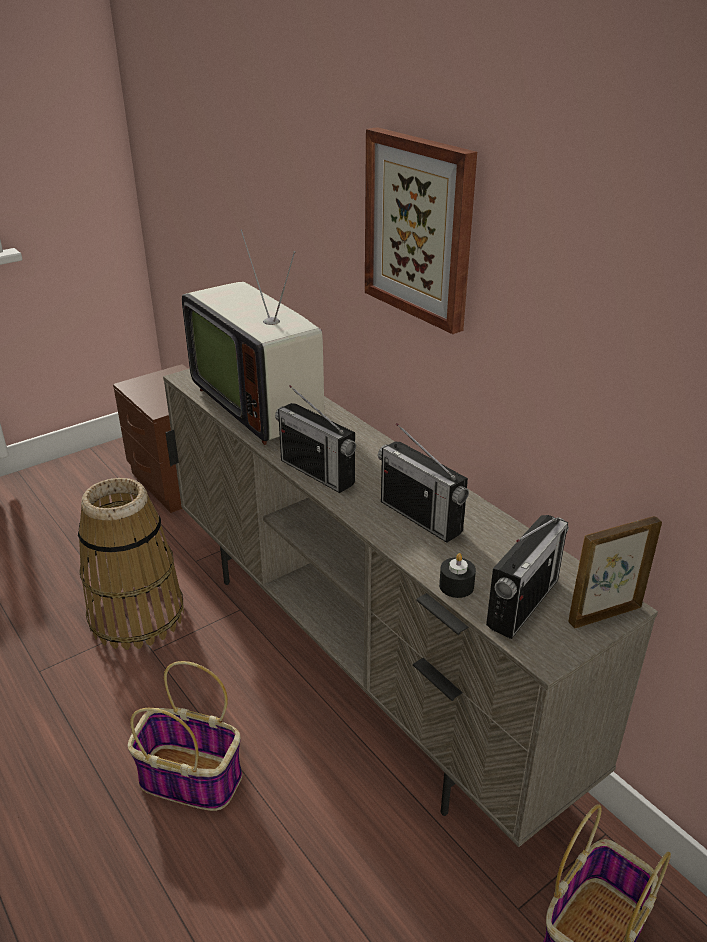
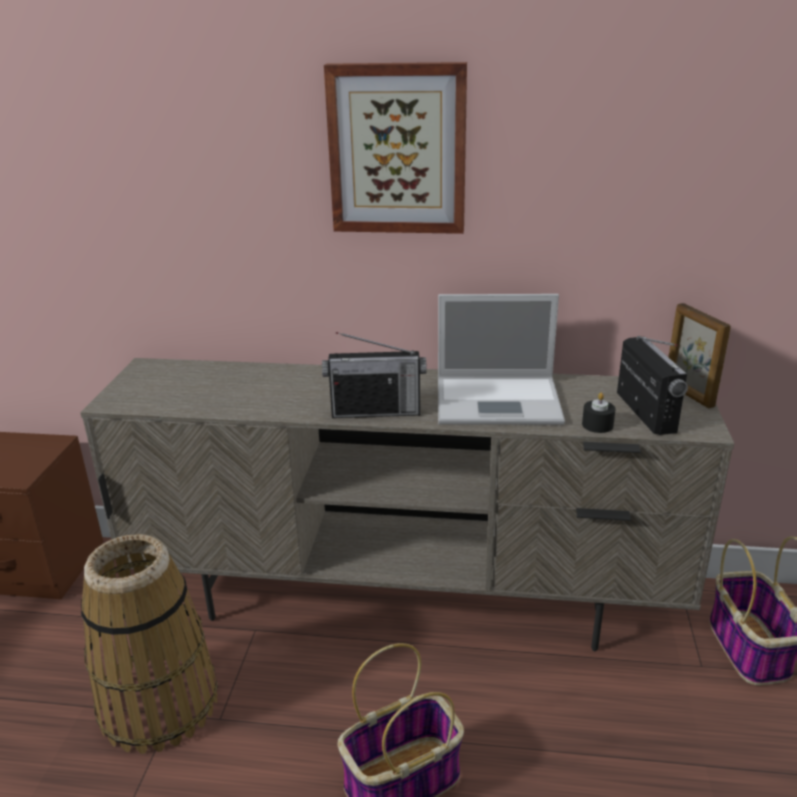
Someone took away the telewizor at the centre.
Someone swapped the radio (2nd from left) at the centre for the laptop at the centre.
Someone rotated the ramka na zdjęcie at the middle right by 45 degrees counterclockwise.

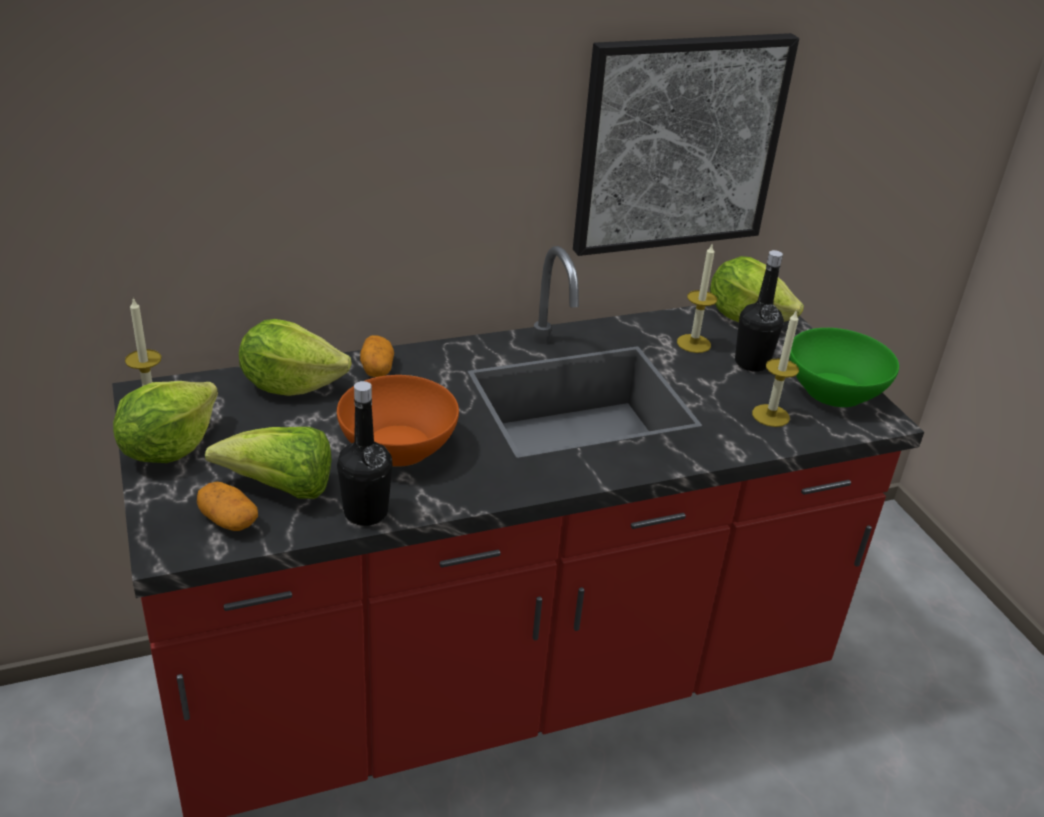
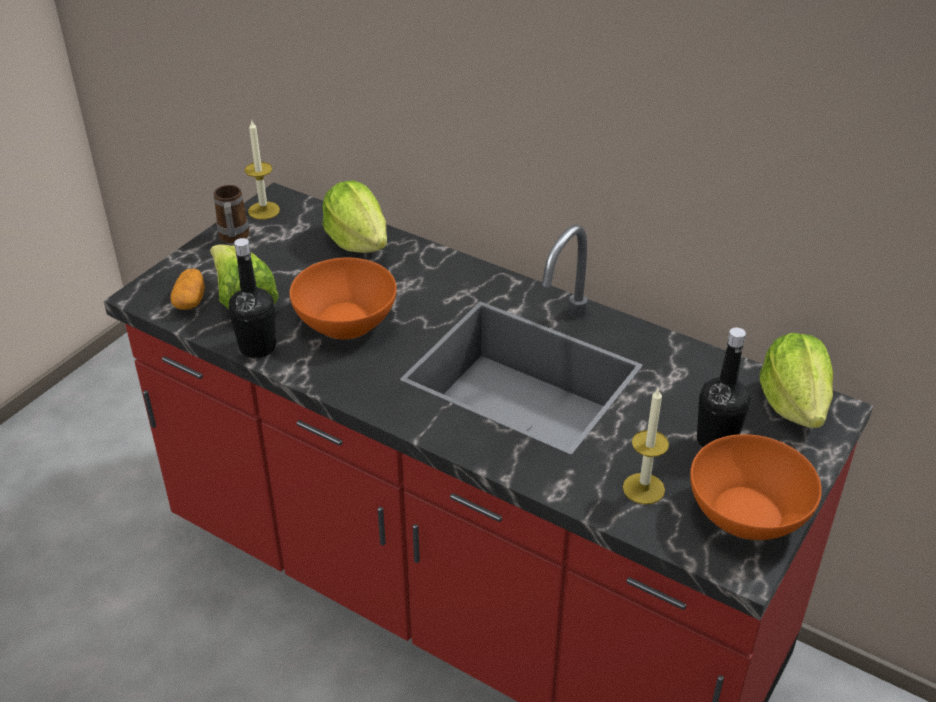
Someone took away the ziemniak (2nd from left) at the centre.
Someone took away the obraz at the top centre.
Someone took away the świeca (2nd from left) at the middle right.
Someone swapped the sałata (1st from left) at the middle left for the kubek at the top left.
Someone repainted the miska (zielony) at the middle right, which became the miska (pomarańczowy) (2nd from left) at the bottom right.

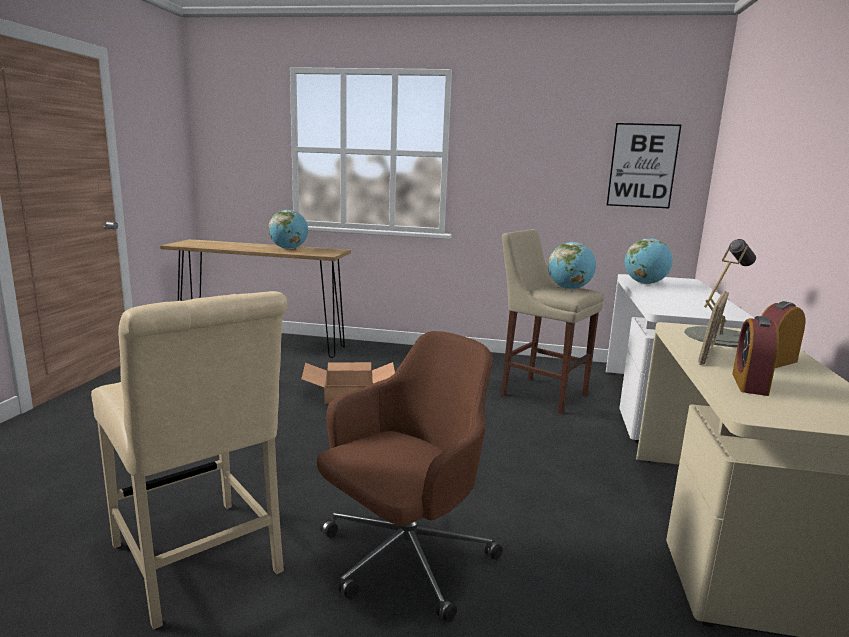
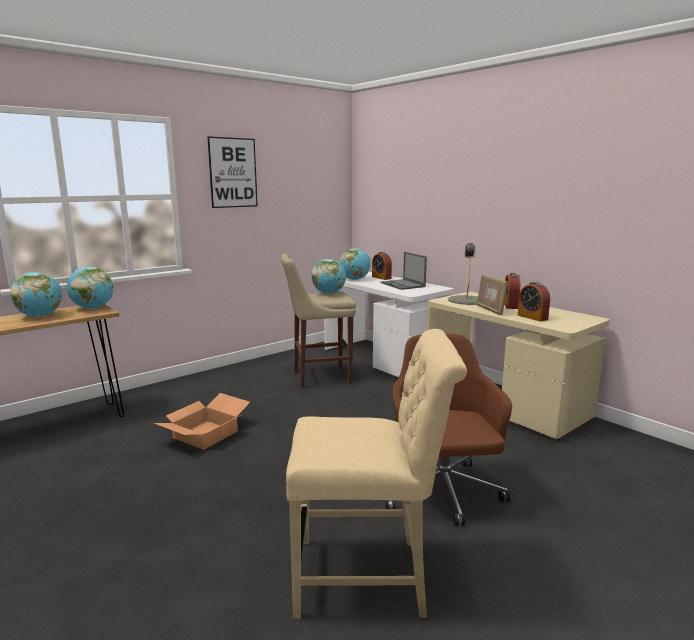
Someone put down the globus (2nd from left) at the middle left.
Someone put down the budzik (1st from left) at the centre.
Someone put down the laptop at the centre.
Someone carried the obraz from the top right to the top centre.

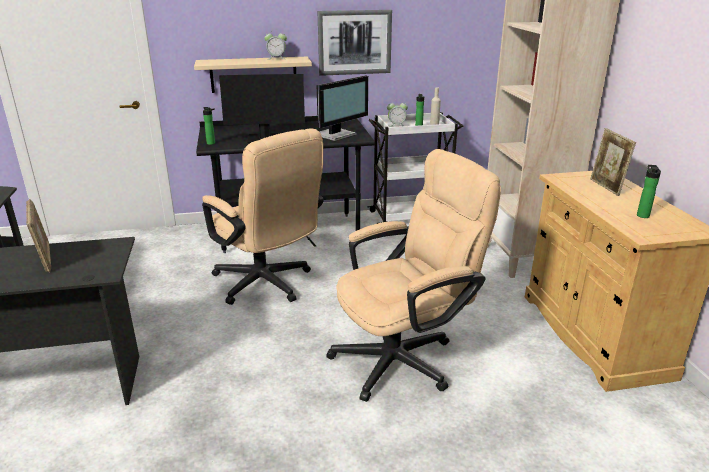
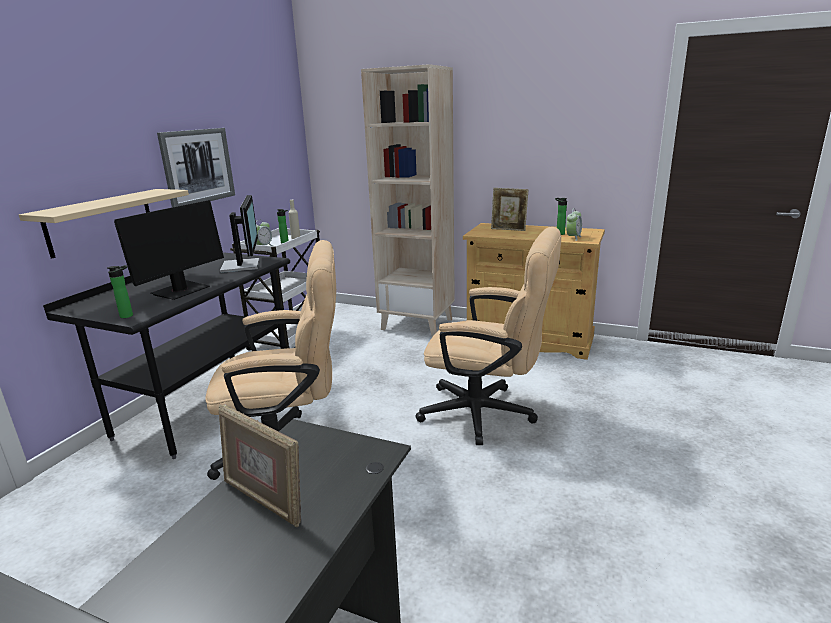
Someone carried the budzik (1st from left in the first image) from the top centre to the middle right.
Someone rotated the ramka na zdjęcie (1st from left) at the middle left by 150 degrees counterclockwise.
Someone rotated the krzesło biurowe (beżowy) (2nd from left) at the centre by 105 degrees clockwise.

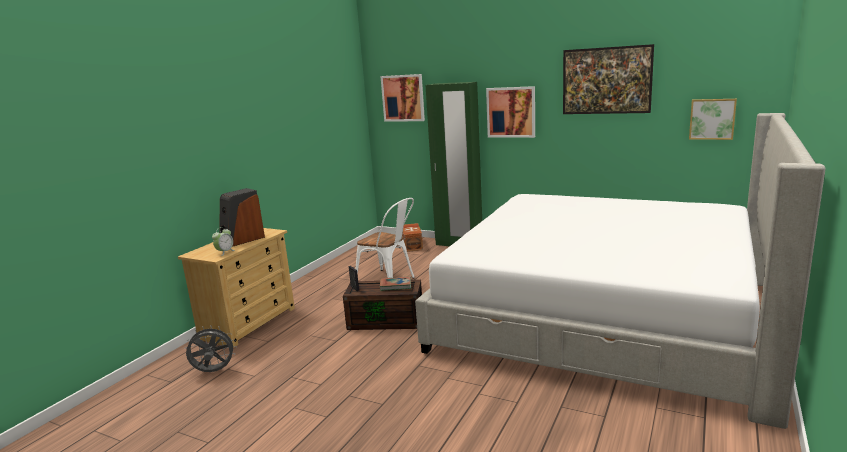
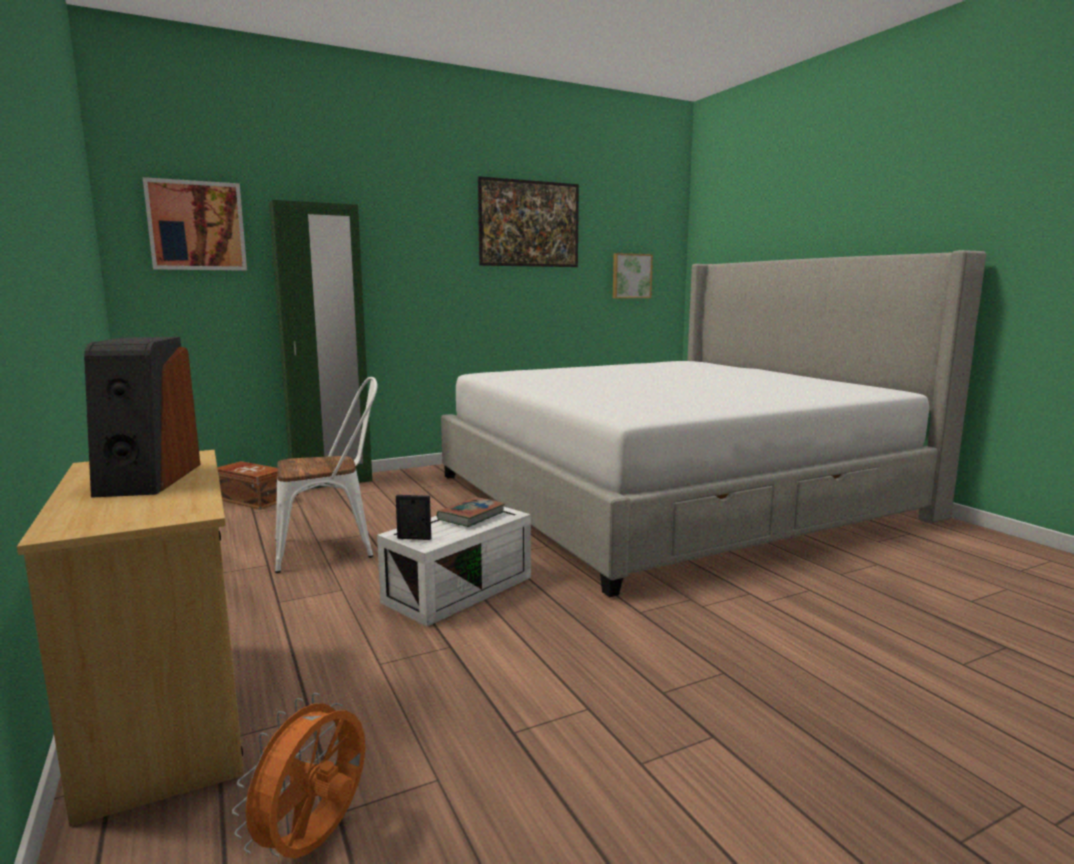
Someone took away the budzik at the middle left.
Someone took away the obraz (2nd from left) at the top centre.
Someone repainted the wentylator (szary) at the bottom left, which became the wentylator (pomarańczowy) at the bottom left.
Someone repainted the pojemnik do przechowywania (brązowy) (1st from left) at the bottom centre, which became the pojemnik do przechowywania (biały) at the centre.

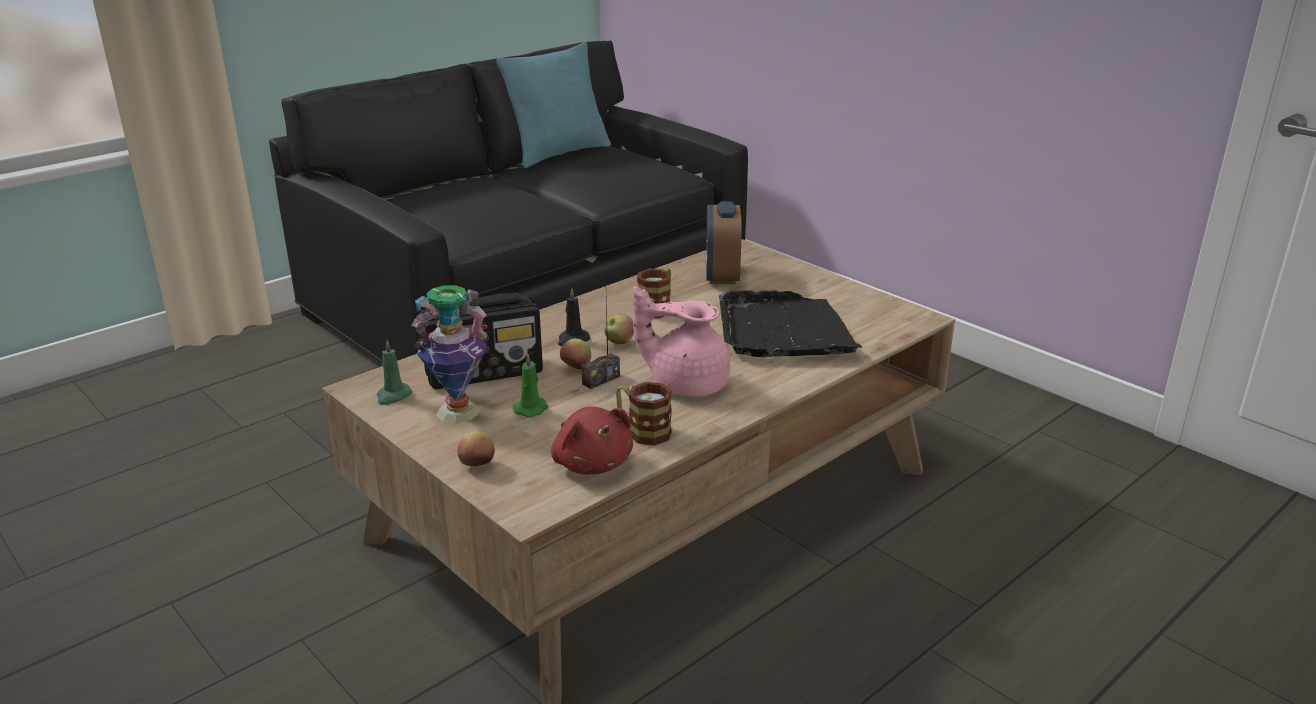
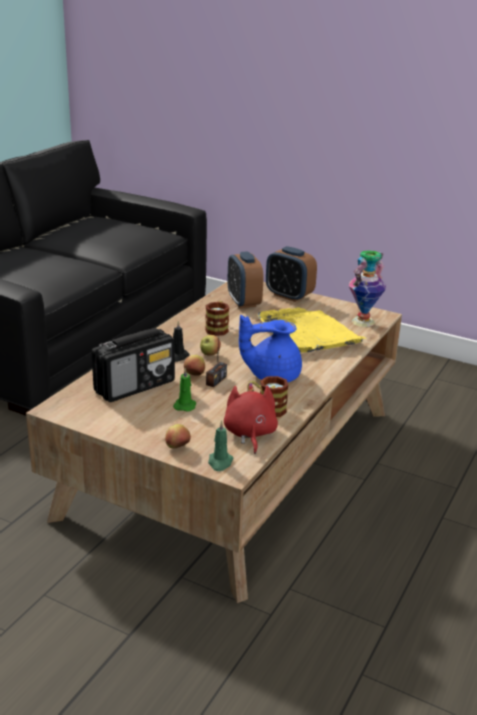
Someone took away the poduszka (turkusowy) at the top centre.
Someone put down the budzik (2nd from left) at the centre.
Someone carried the świeca (zielony) (1st from left in the first image) from the middle left to the centre.
Someone carried the wazon from the centre to the middle right.
Someone repainted the imbryk (różowy) at the centre, which became the imbryk (niebieski) at the centre.
Someone repainted the taca (czarny) at the centre, which became the taca (żółty) at the centre.
Someone rotated the pluszak (czerwony) at the centre by 135 degrees counterclockwise.

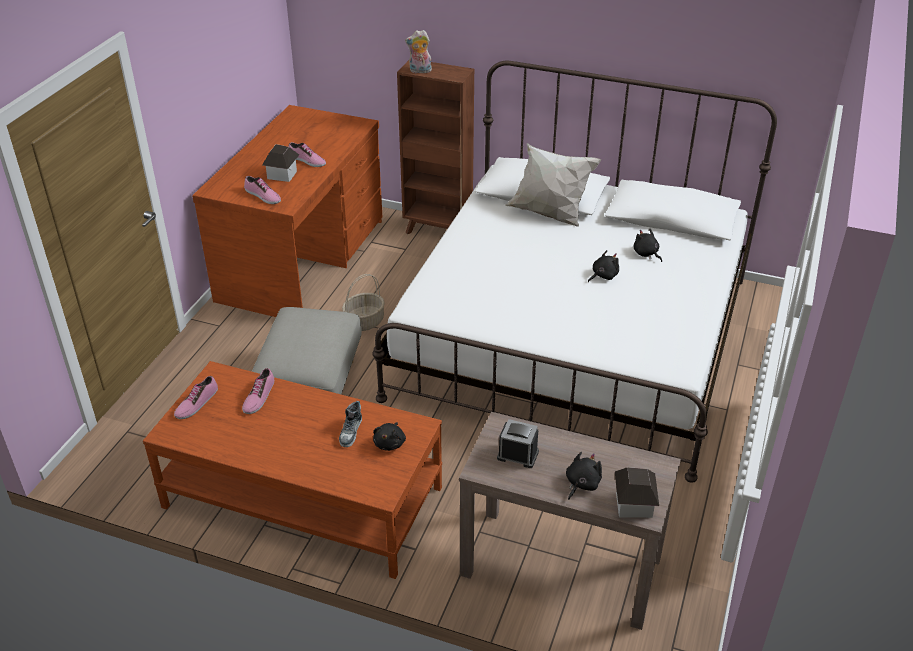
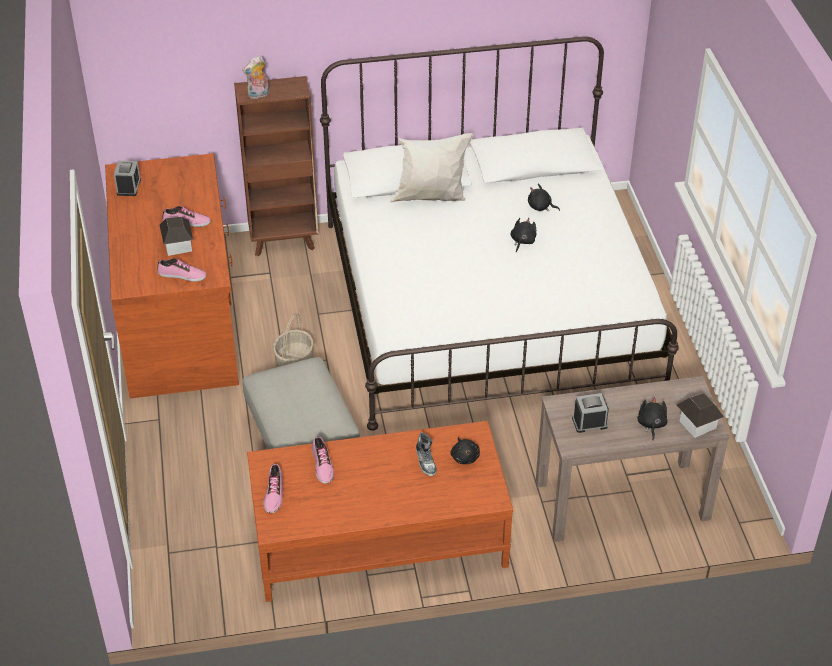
Someone put down the budzik (1st from left) at the top left.

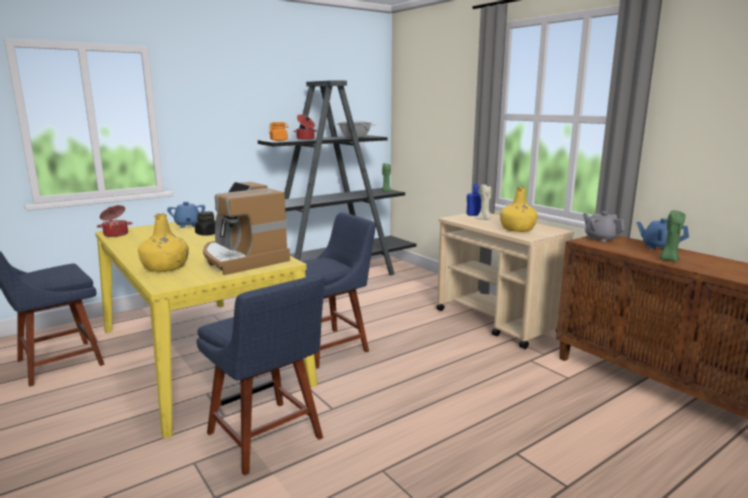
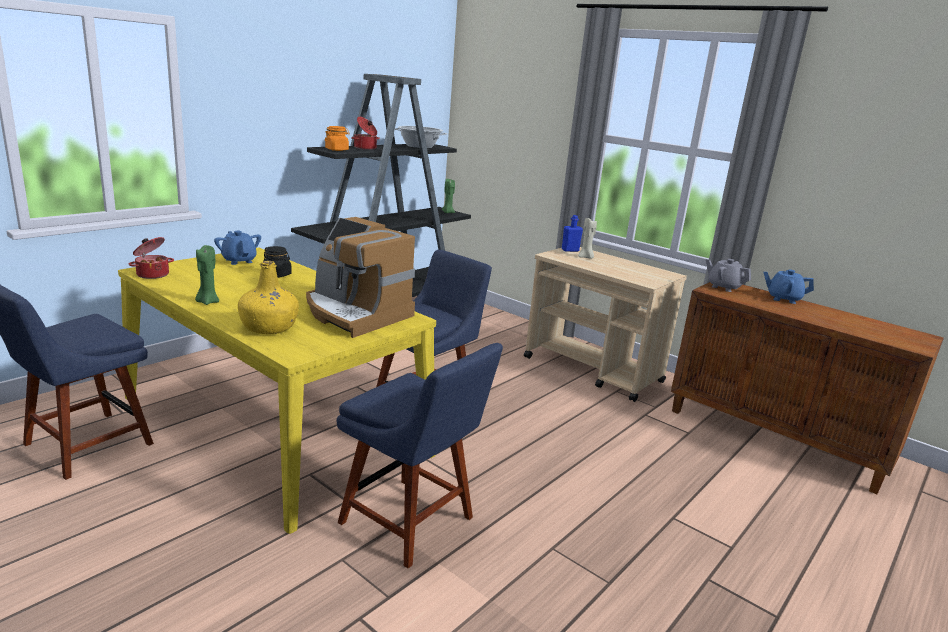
Someone took away the butelka (żółty) (2nd from left) at the middle right.
Someone carried the świeca (zielony) (2nd from left in the first image) from the middle right to the middle left.

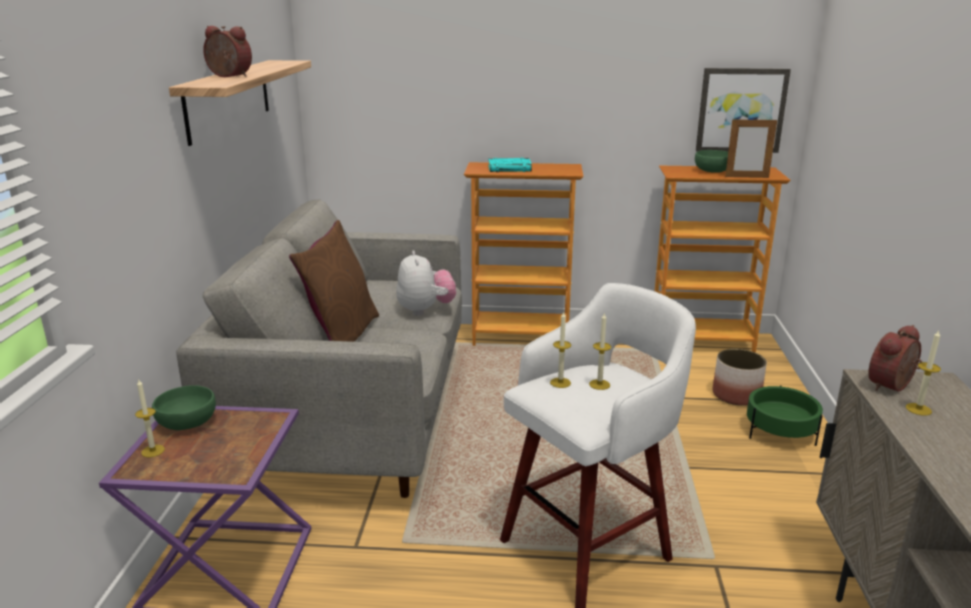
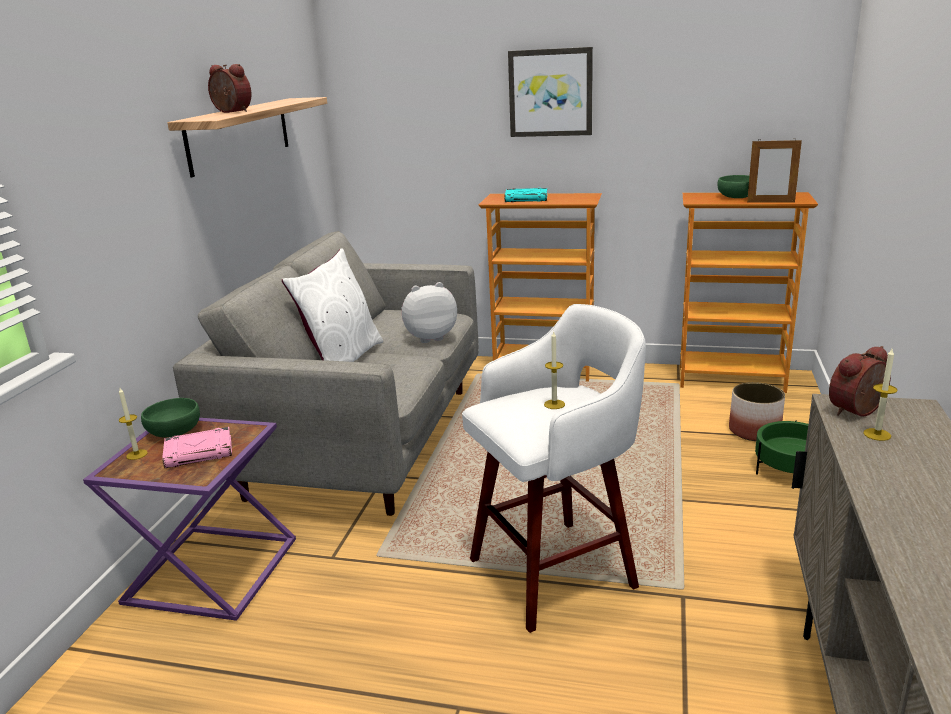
Someone took away the świeca (2nd from left) at the centre.
Someone put down the książka (różowy) at the middle left.
Someone carried the obraz from the top right to the top centre.
Someone repainted the poduszka (brązowy) at the centre, which became the poduszka (biały) at the centre.
Someone rotated the pluszak at the centre by 105 degrees counterclockwise.

